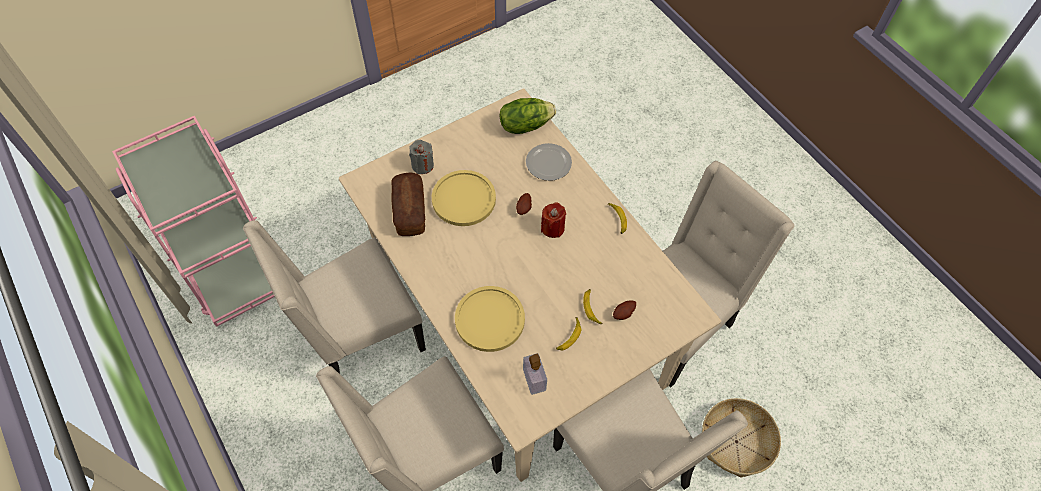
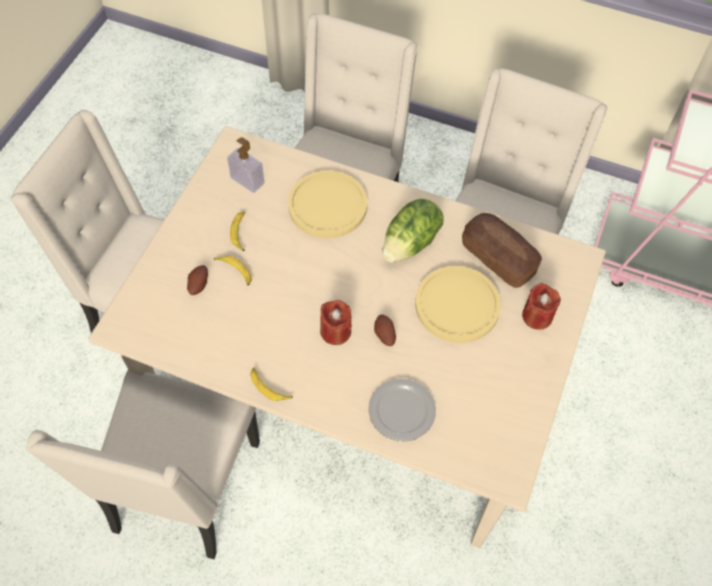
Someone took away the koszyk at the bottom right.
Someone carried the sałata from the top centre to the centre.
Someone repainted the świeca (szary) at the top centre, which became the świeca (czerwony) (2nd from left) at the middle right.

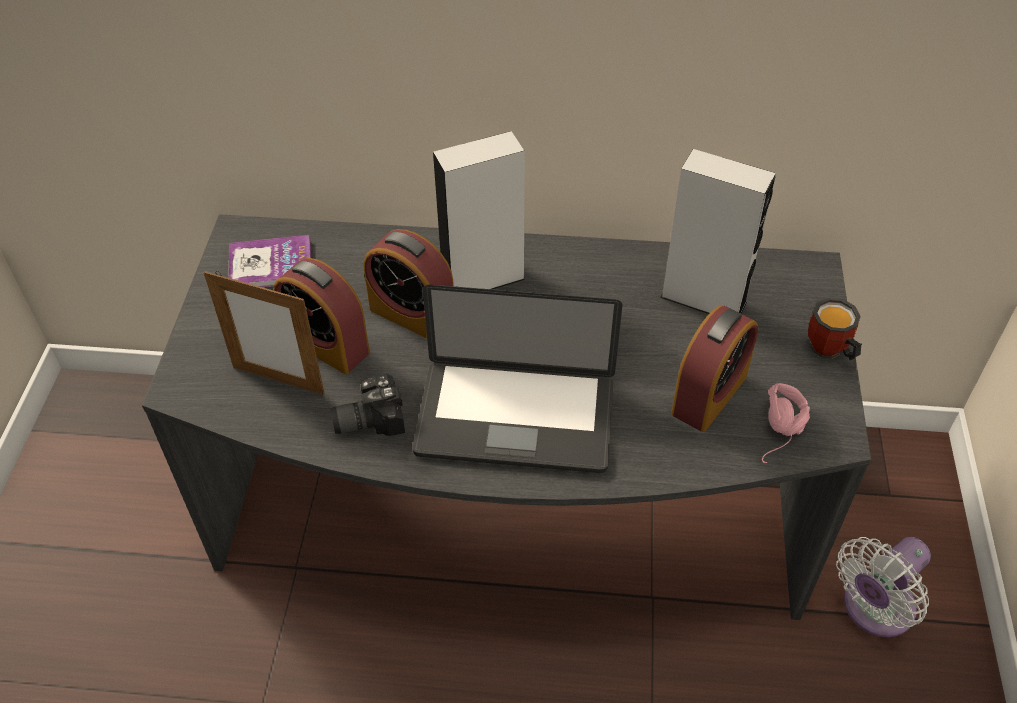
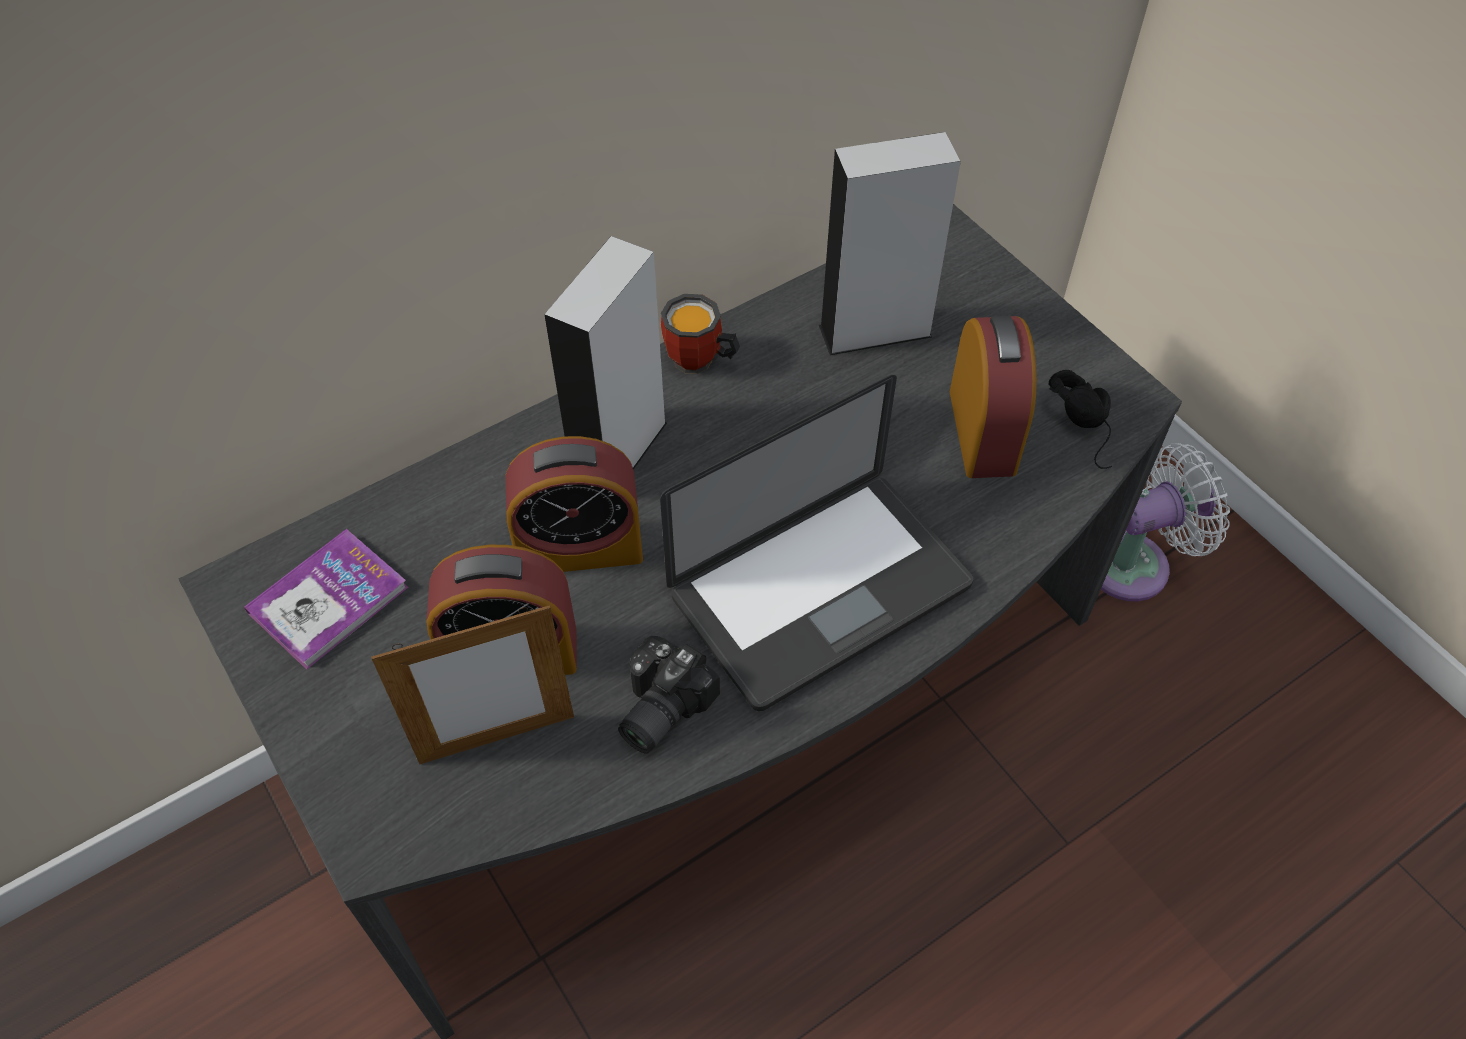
Someone carried the kubek from the middle right to the top centre.
Someone repainted the słuchawki (różowy) at the middle right, which became the słuchawki (czarny) at the middle right.
Someone rotated the wentylator (biały) at the bottom right by 120 degrees counterclockwise.

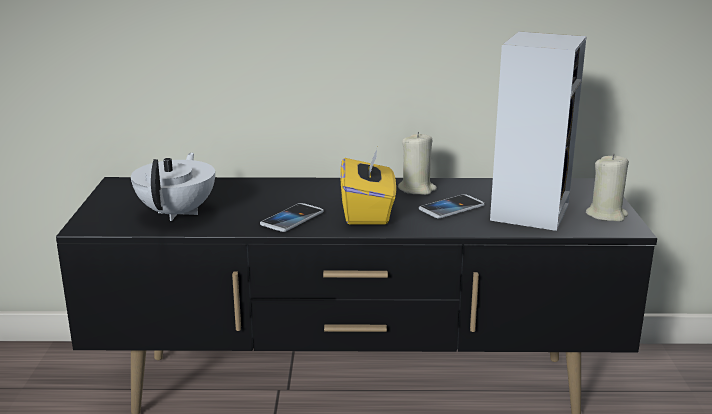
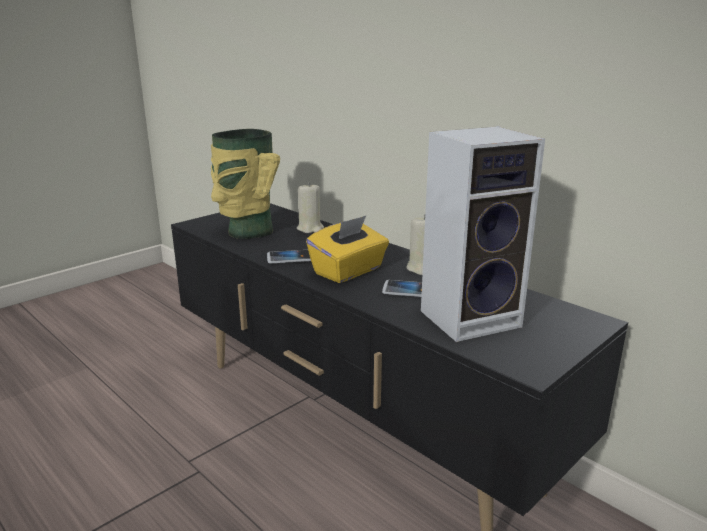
Someone carried the świeca (beżowy) (2nd from left in the first image) from the middle right to the centre.
Someone swapped the imbryk (biały) at the middle left for the wazon at the centre.

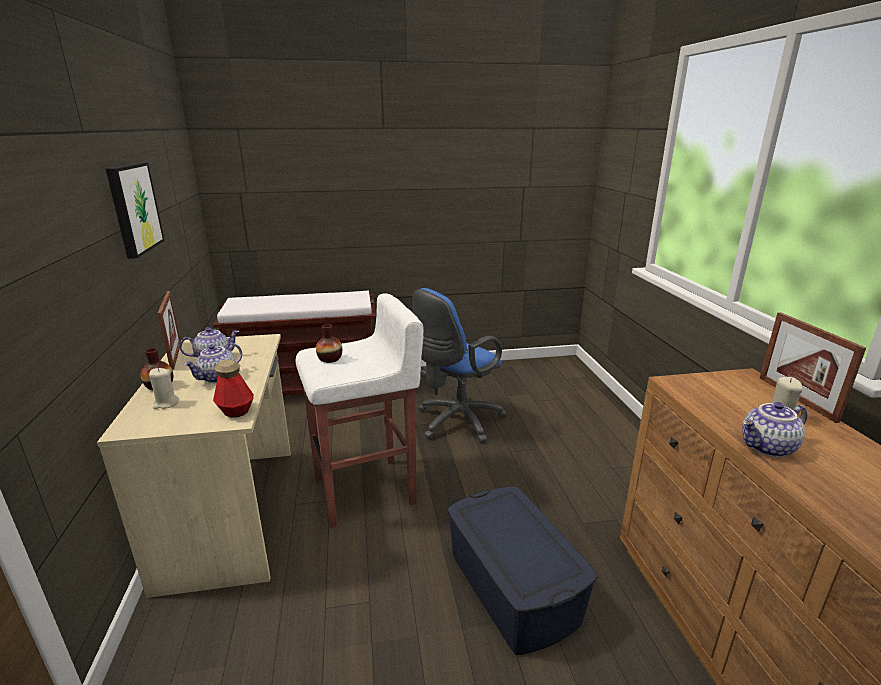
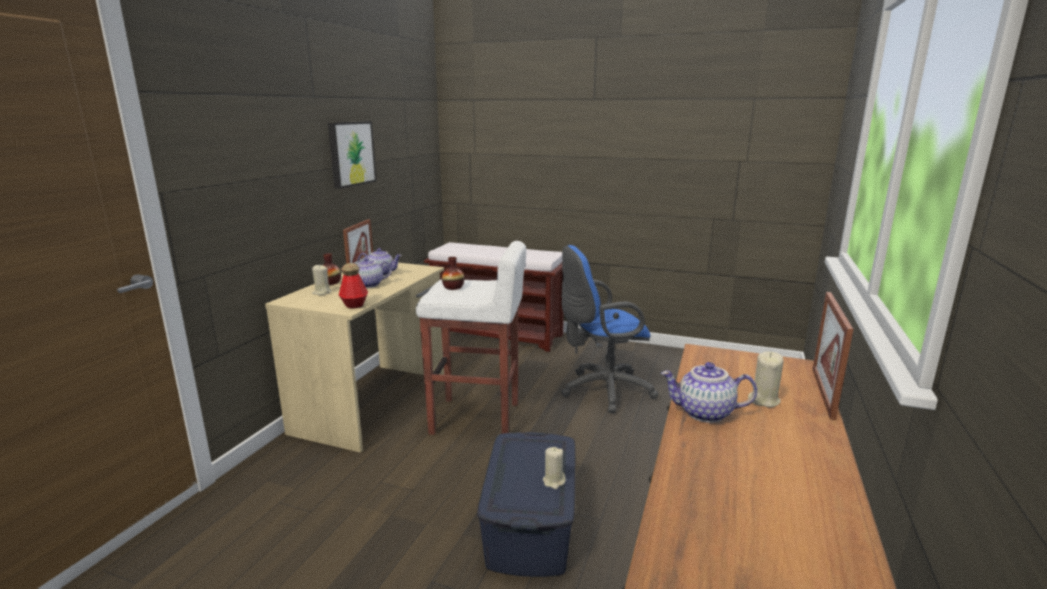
Someone put down the świeca (beżowy) (2nd from left) at the bottom centre.

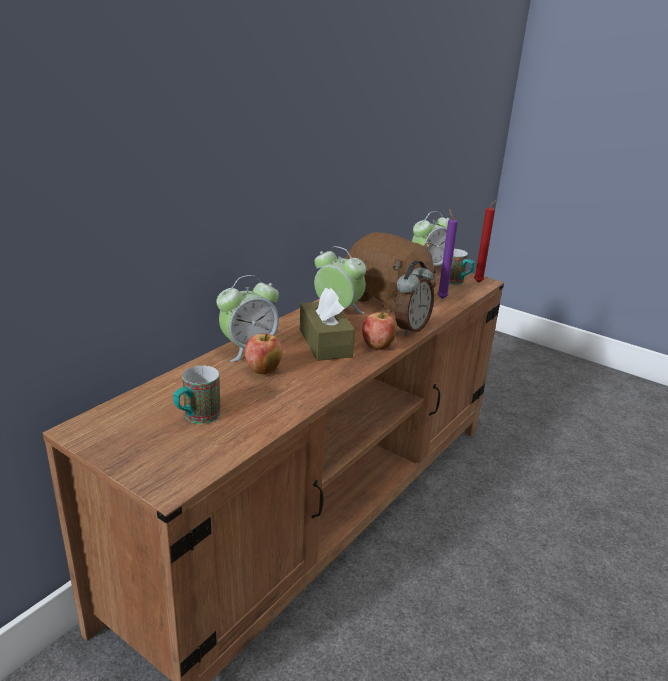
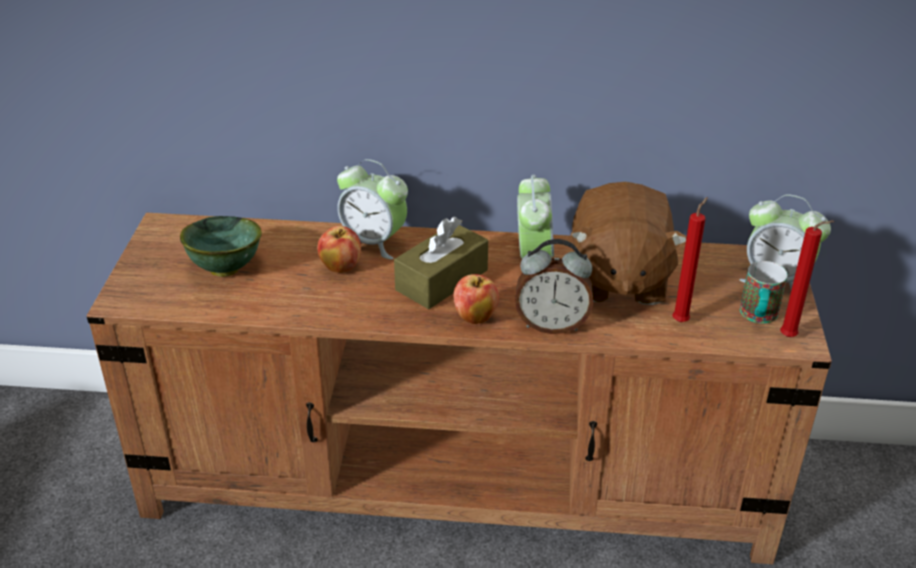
Someone swapped the kubek (1st from left) at the middle left for the miska (zielony) at the middle left.
Someone repainted the świeca (fioletowy) at the middle right, which became the świeca (czerwony) (1st from left) at the middle right.

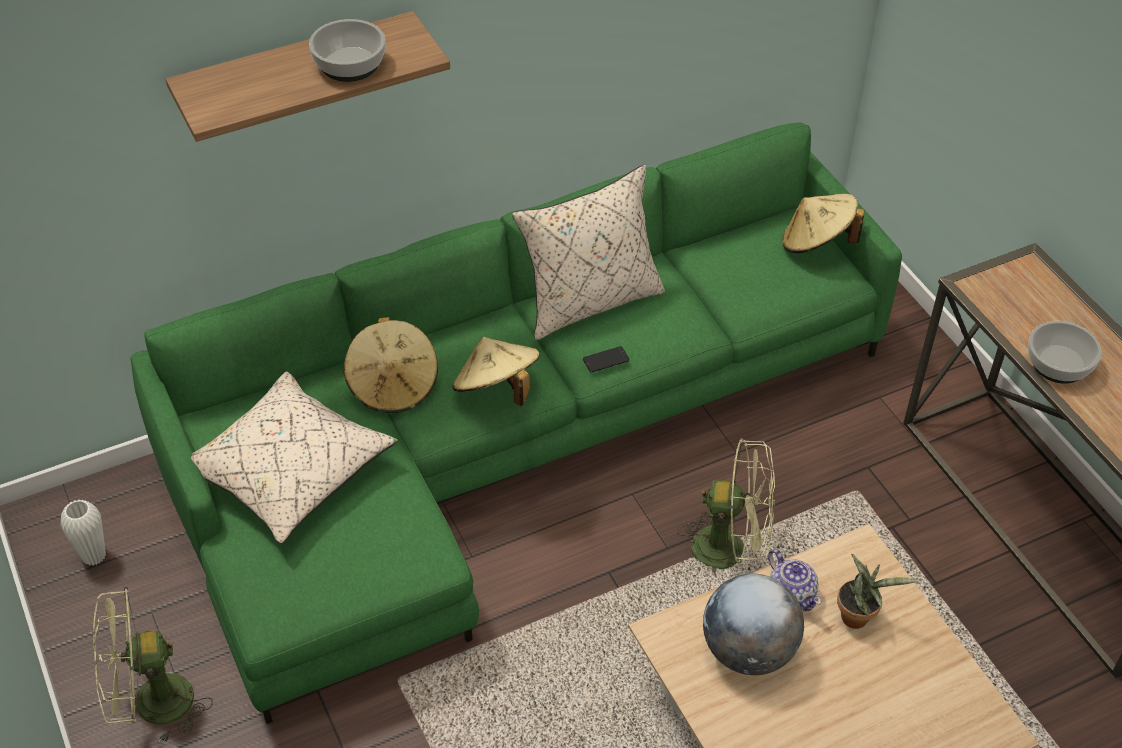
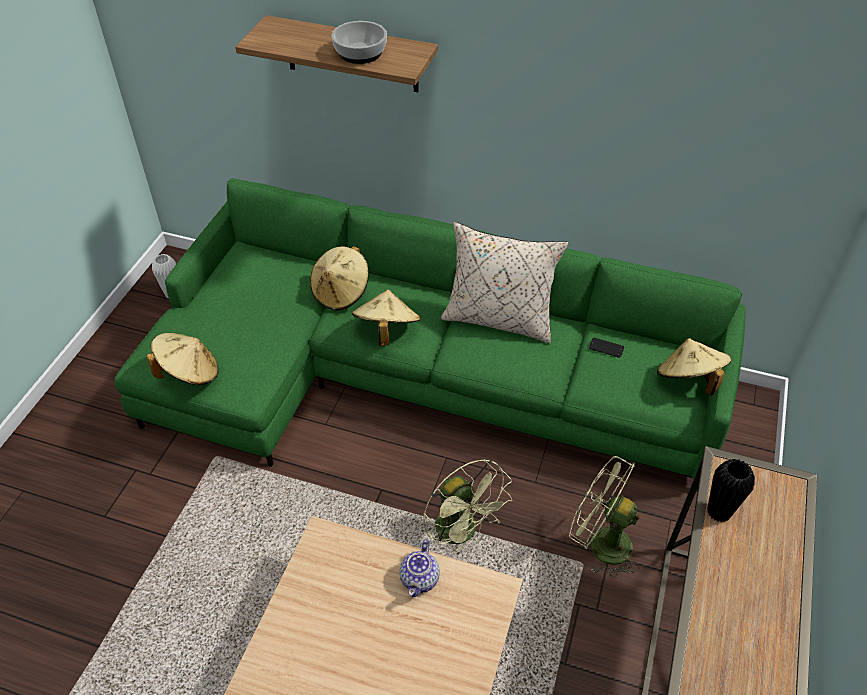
Someone took away the poduszka (beżowy) (1st from left) at the middle left.
Someone took away the globus at the bottom right.
Someone took away the roślina doniczkowa at the bottom right.
Someone took away the miska (2nd from left) at the middle right.
Someone put down the kapelusz (beżowy) (1st from left) at the middle left.
Someone put down the wazon (czarny) at the bottom right.
Someone carried the wentylator (zielony) (1st from left in the first image) from the bottom left to the bottom right.
Someone carried the telefon from the centre to the middle right.

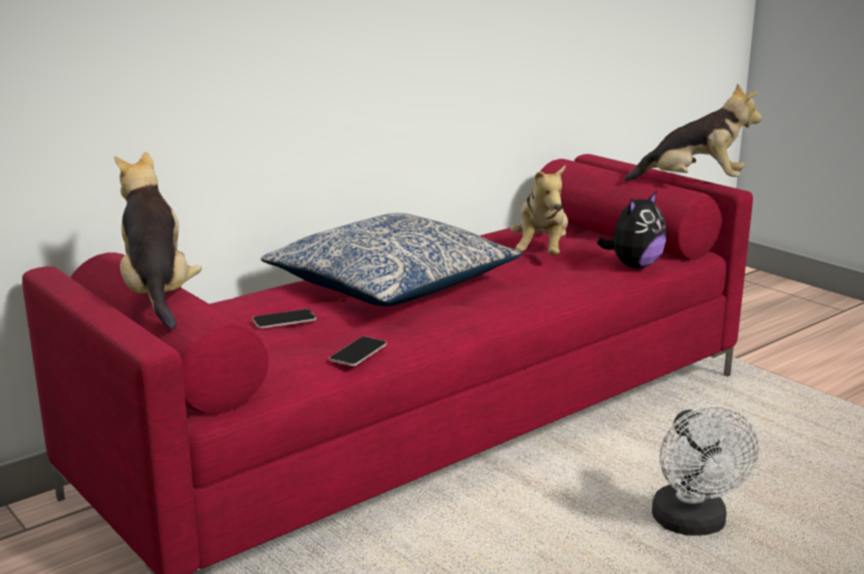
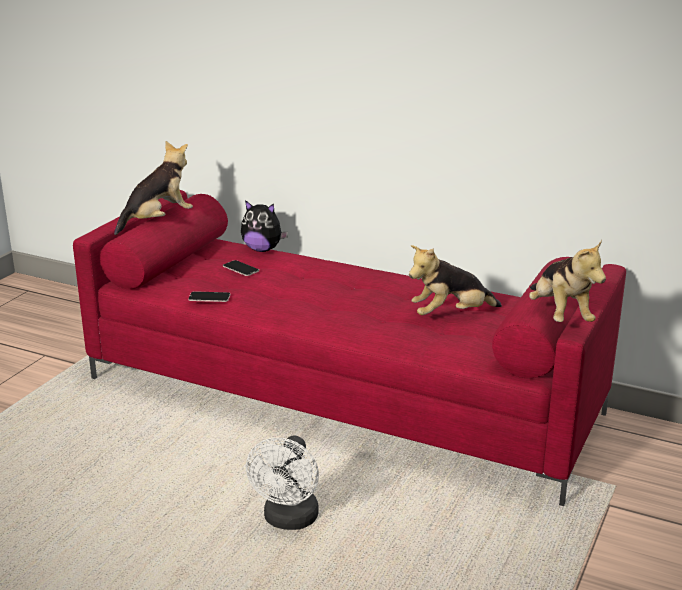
Someone took away the poduszka at the centre.
Someone carried the pluszak (3rd from left in the first image) from the middle right to the centre.
Someone rotated the wentylator (biały) at the bottom right by 45 degrees counterclockwise.

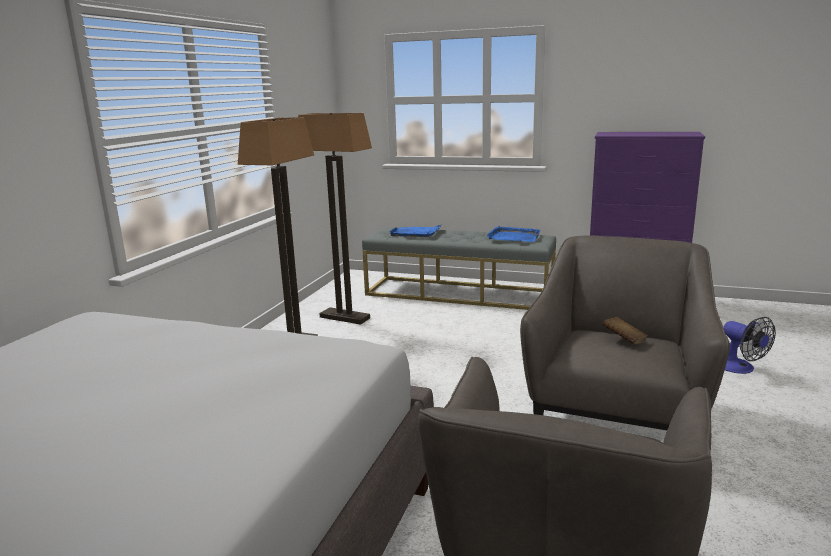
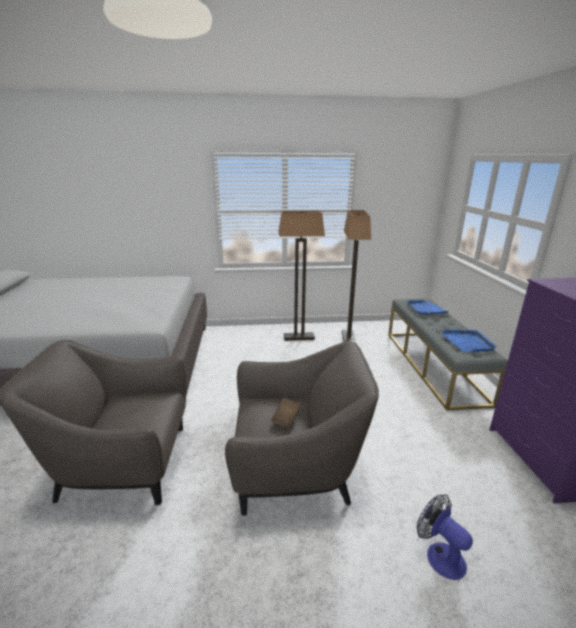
Someone rotated the wentylator at the middle right by 105 degrees clockwise.

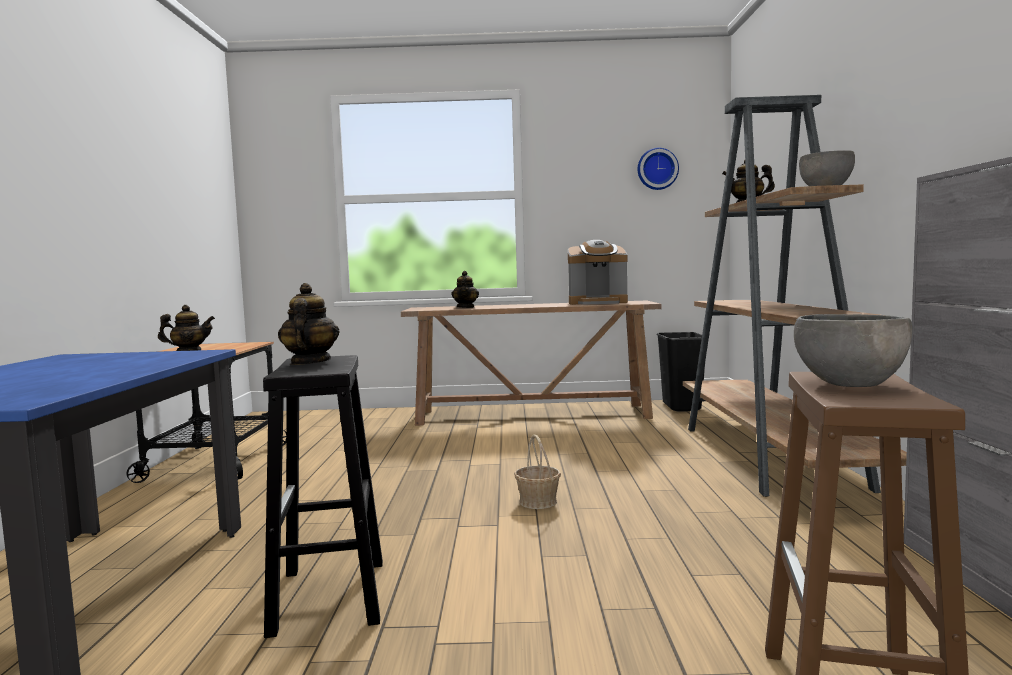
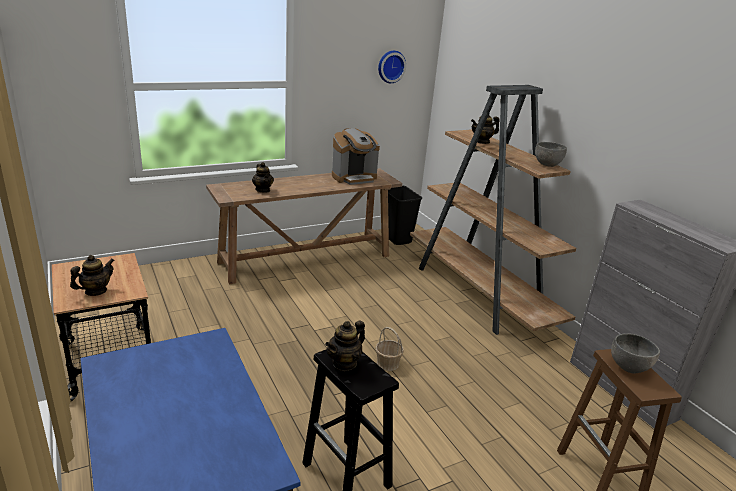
Someone rotated the imbryk (2nd from left in the first image) at the middle left by 105 degrees counterclockwise.

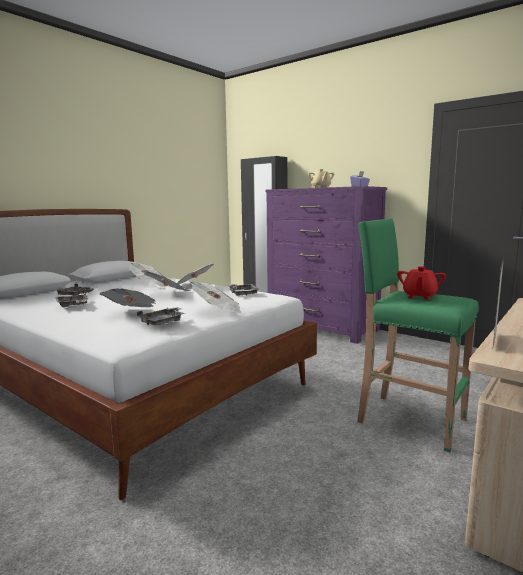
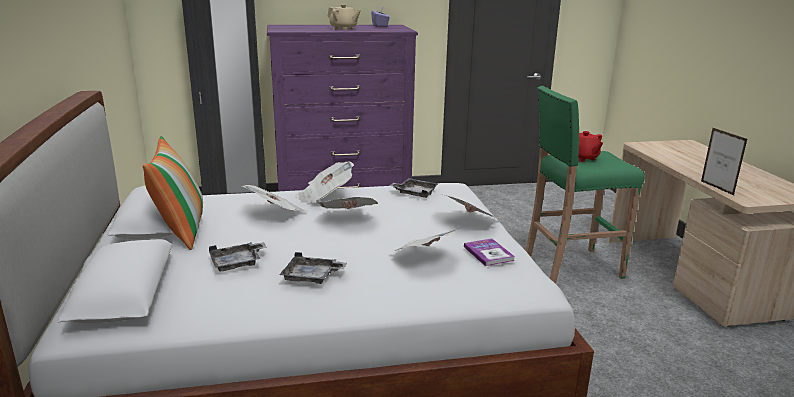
Someone put down the poduszka at the middle left.
Someone swapped the taca (szary) (3rd from left) at the middle left for the książka at the centre.

